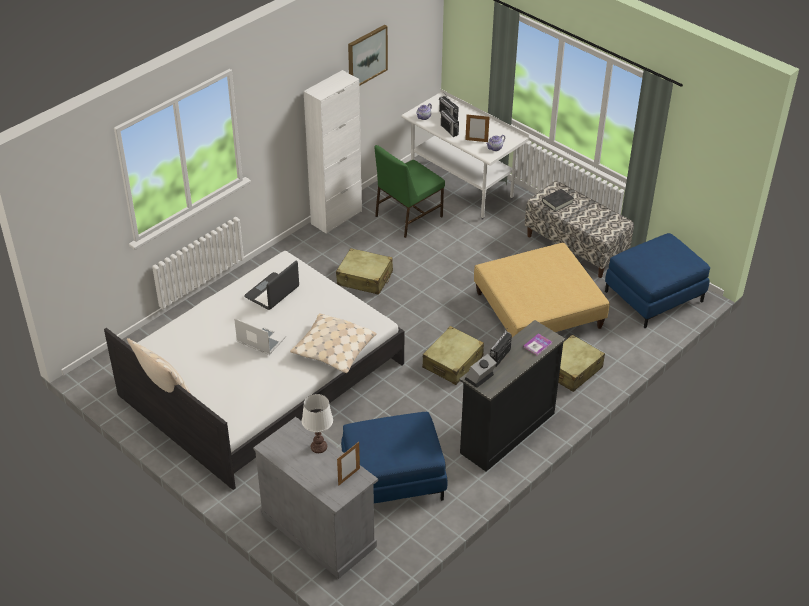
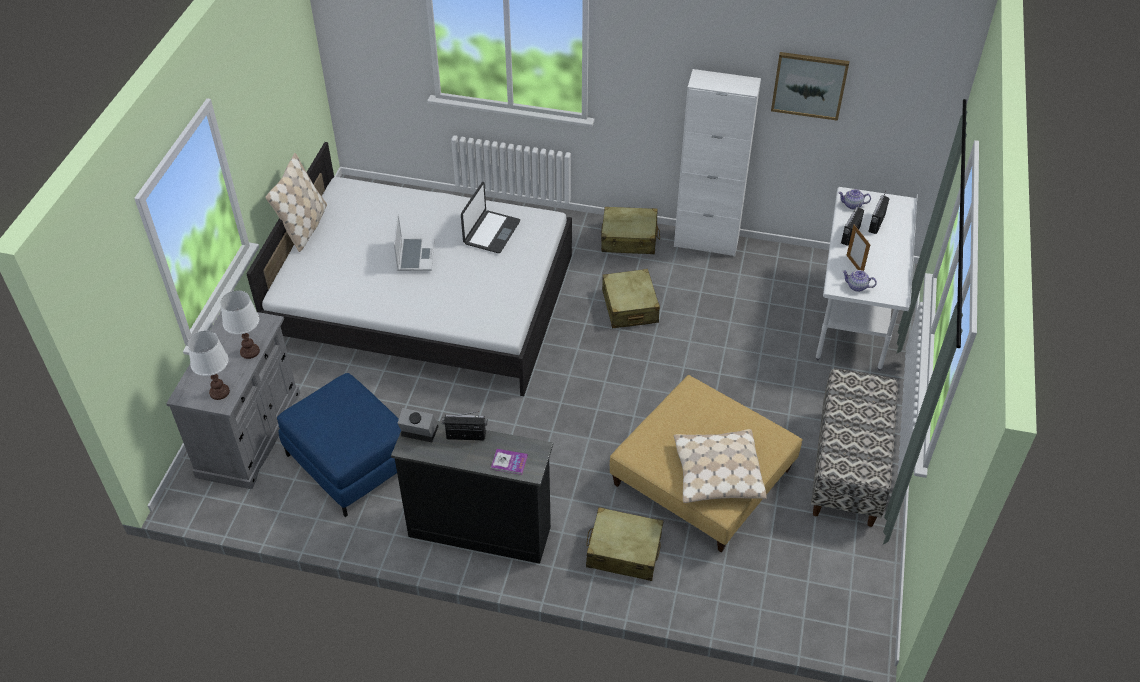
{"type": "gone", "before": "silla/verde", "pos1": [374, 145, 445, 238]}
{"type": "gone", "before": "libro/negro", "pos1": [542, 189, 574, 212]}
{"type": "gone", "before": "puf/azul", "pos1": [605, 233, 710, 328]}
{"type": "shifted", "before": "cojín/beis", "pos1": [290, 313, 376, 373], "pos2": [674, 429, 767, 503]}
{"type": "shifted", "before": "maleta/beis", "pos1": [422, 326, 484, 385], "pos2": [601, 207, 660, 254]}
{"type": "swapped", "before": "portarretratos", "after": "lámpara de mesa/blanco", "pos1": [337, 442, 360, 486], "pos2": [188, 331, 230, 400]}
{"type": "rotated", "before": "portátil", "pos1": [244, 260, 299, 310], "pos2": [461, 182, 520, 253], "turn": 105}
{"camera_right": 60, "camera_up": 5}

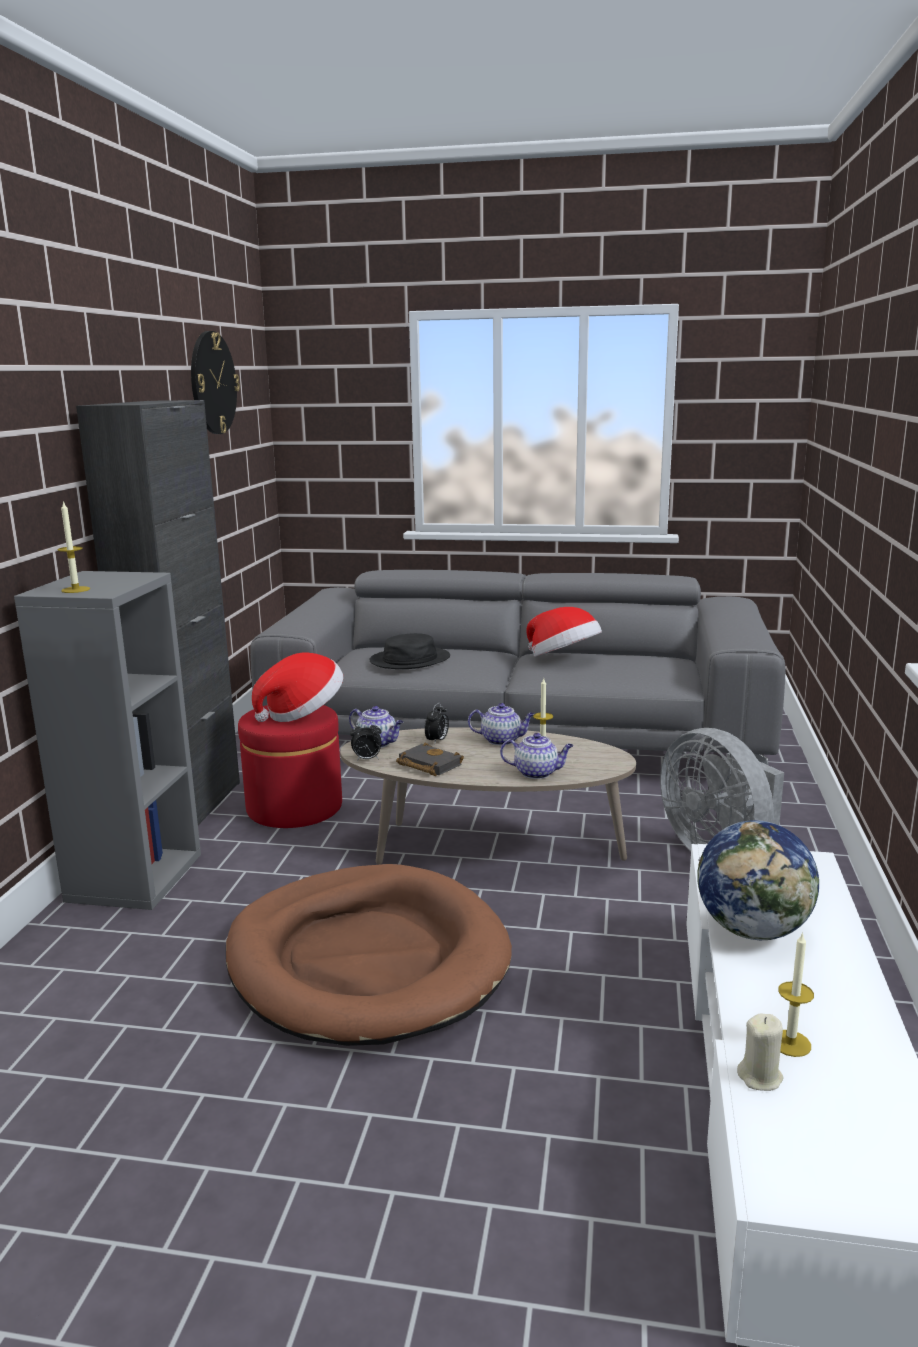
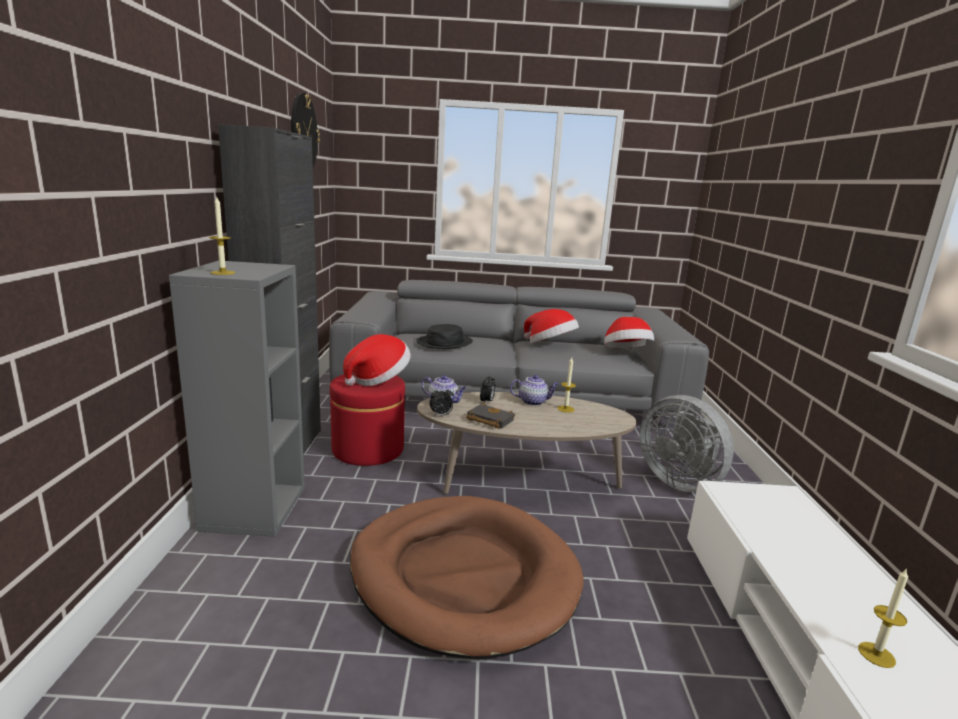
{"type": "gone", "before": "tetera", "pos1": [500, 733, 574, 779]}
{"type": "gone", "before": "globo terráqueo", "pos1": [697, 820, 819, 940]}
{"type": "gone", "before": "vela/beis", "pos1": [737, 1013, 783, 1091]}
{"type": "new", "after": "sombrero", "pos2": [604, 317, 654, 348]}
{"camera_right": -10, "camera_up": 0}

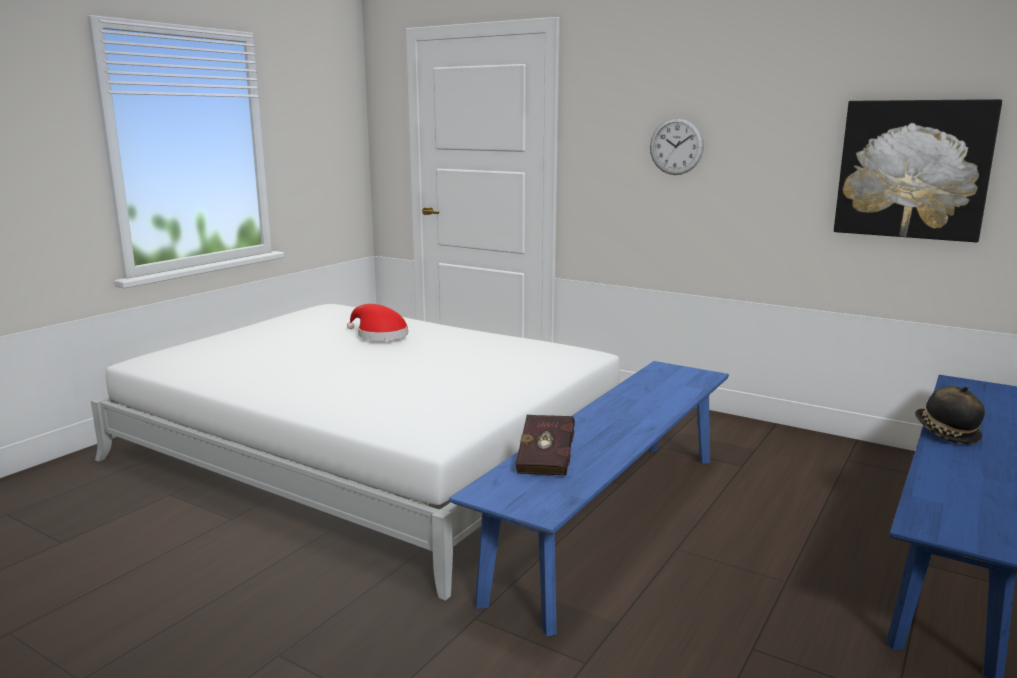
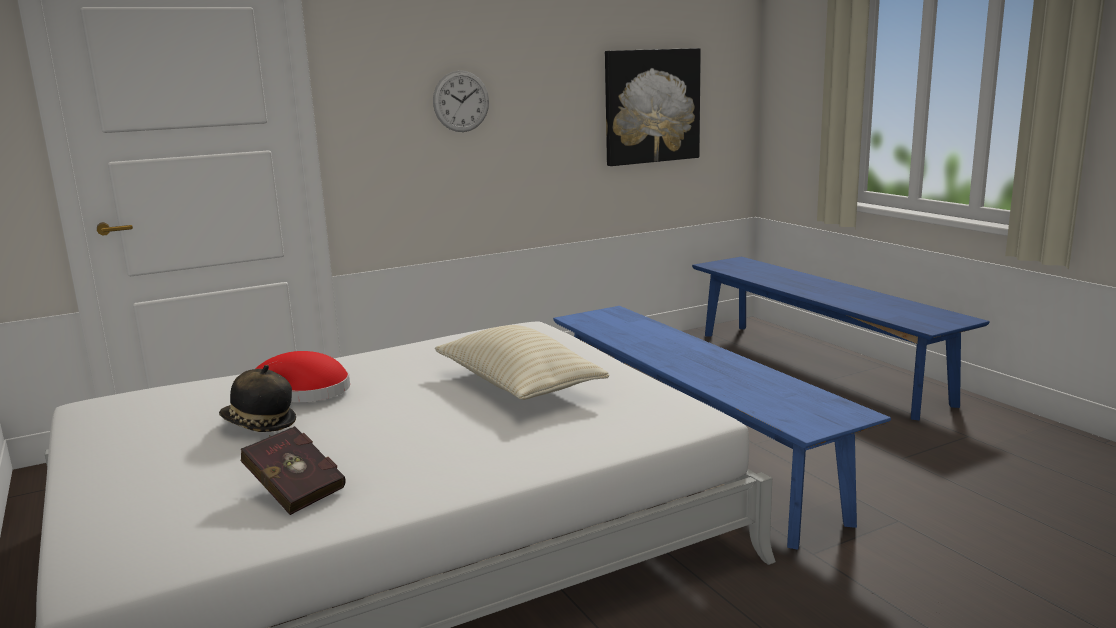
{"type": "new", "after": "cojín/beis", "pos2": [435, 325, 609, 400]}
{"type": "shifted", "before": "libro/rojo", "pos1": [515, 415, 575, 475], "pos2": [241, 426, 346, 515]}
{"type": "shifted", "before": "sombrero", "pos1": [915, 386, 985, 444], "pos2": [219, 365, 296, 432]}
{"camera_right": -60, "camera_up": 0}

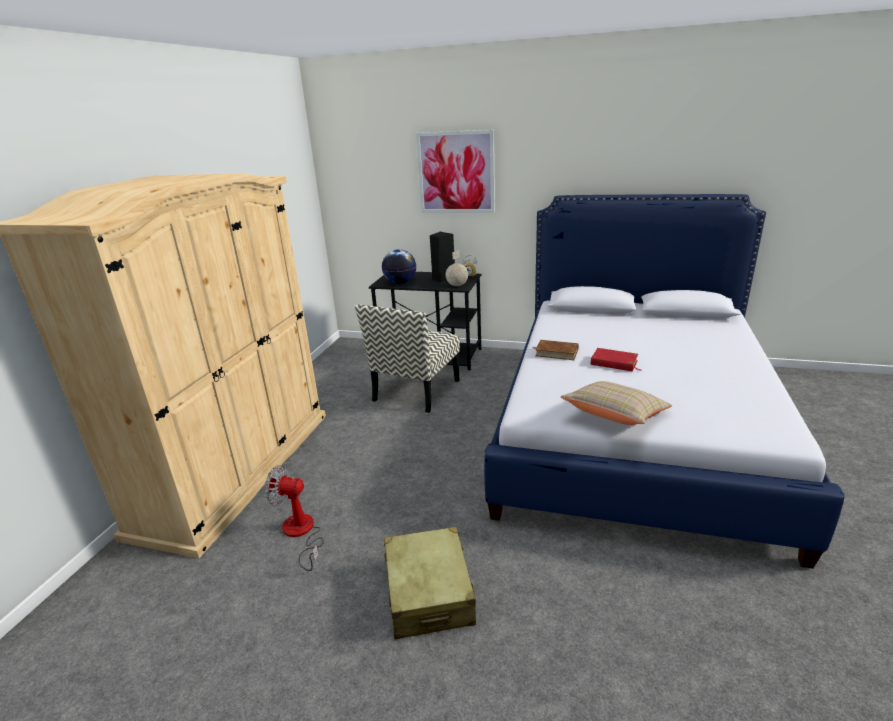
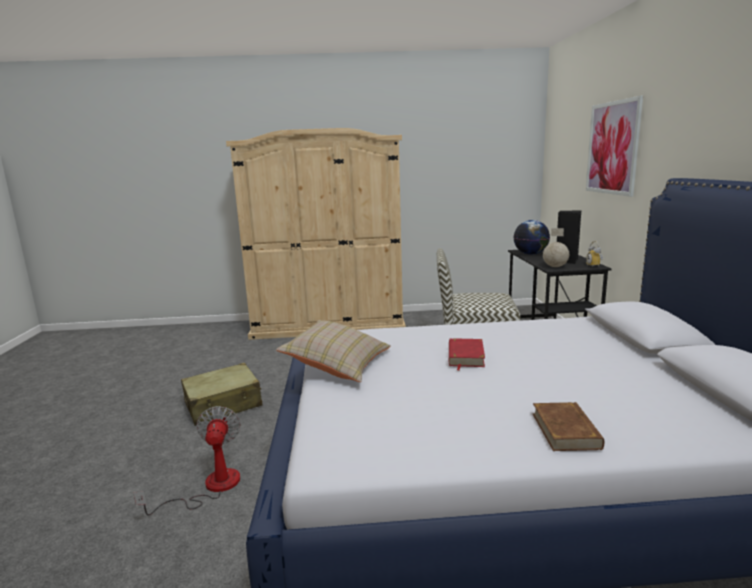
{"type": "shifted", "before": "ventilador", "pos1": [265, 465, 324, 571], "pos2": [133, 406, 241, 516]}
{"type": "shifted", "before": "libro/marrón", "pos1": [533, 340, 579, 360], "pos2": [533, 402, 604, 451]}
{"camera_right": 70, "camera_up": -10}

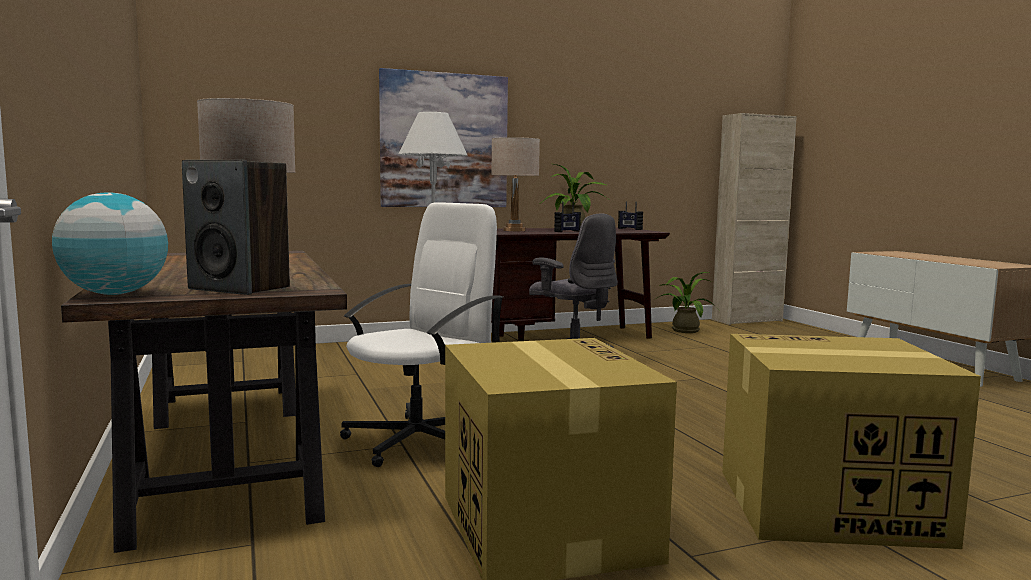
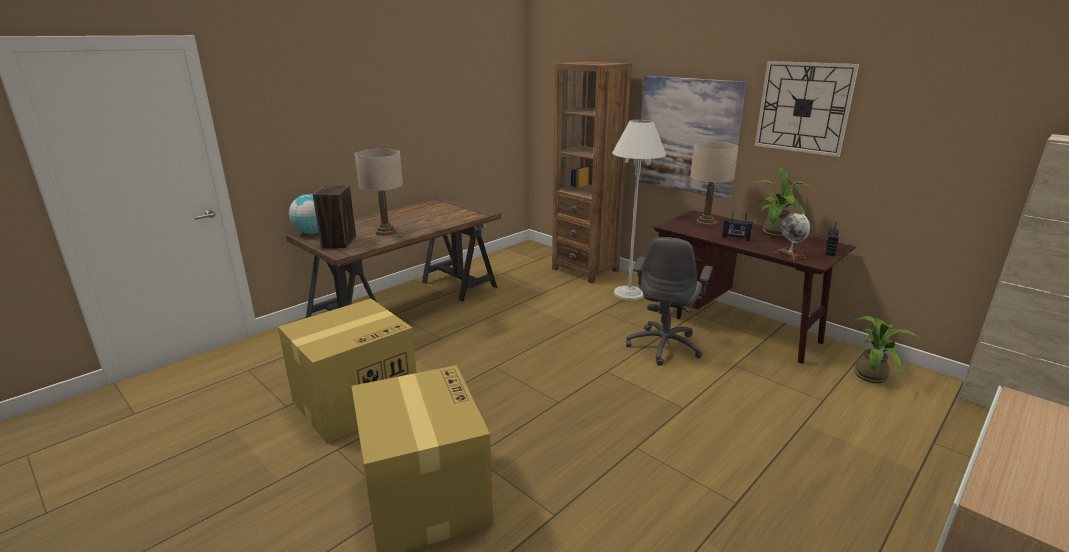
{"type": "gone", "before": "silla de oficina/blanco", "pos1": [340, 202, 503, 467]}
{"type": "new", "after": "estantería/marrón", "pos2": [552, 61, 632, 283]}
{"type": "new", "after": "reloj de pared", "pos2": [755, 61, 859, 157]}
{"type": "new", "after": "globo terráqueo", "pos2": [774, 214, 810, 261]}
{"camera_right": 65, "camera_up": 15}

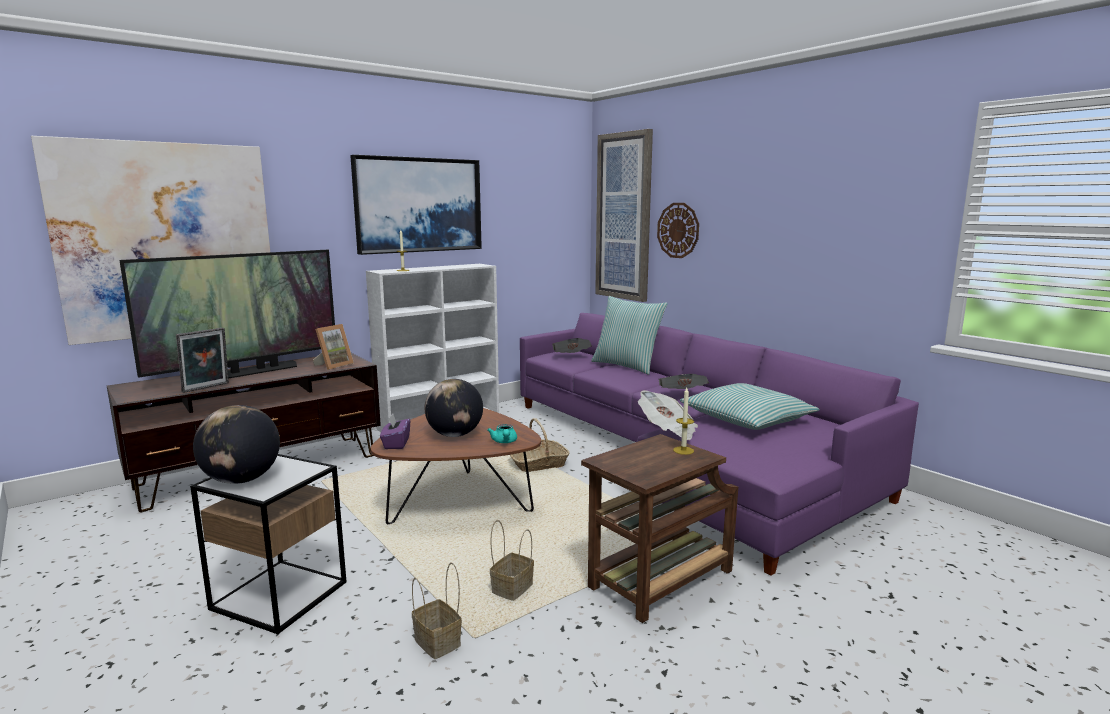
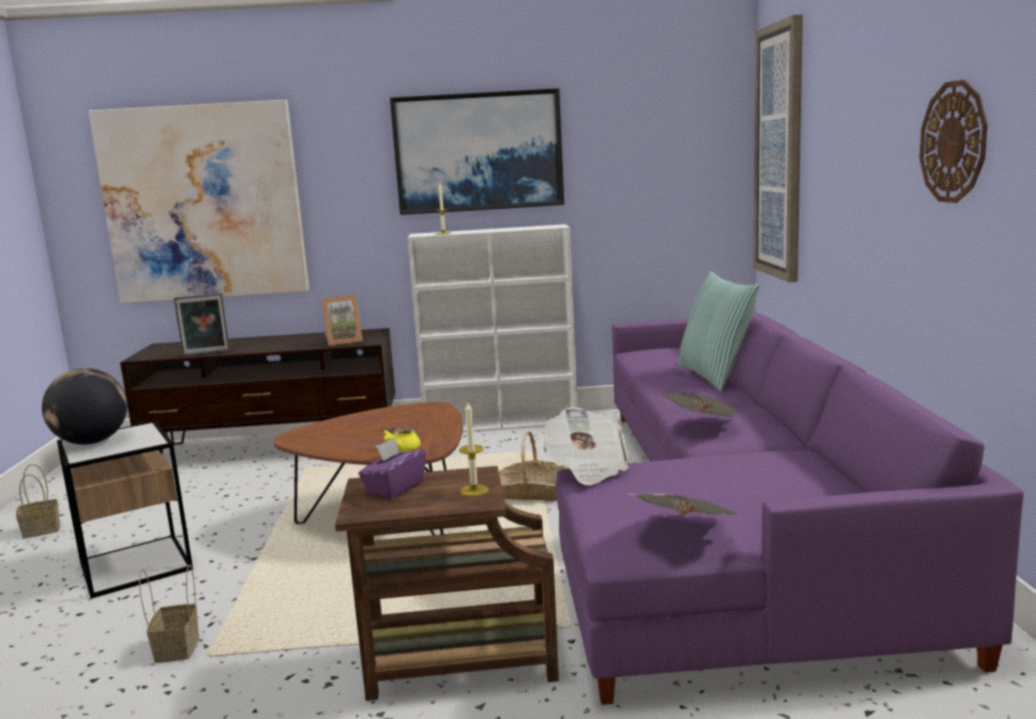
{"type": "gone", "before": "televisor", "pos1": [119, 250, 335, 379]}
{"type": "gone", "before": "globo terráqueo", "pos1": [424, 379, 483, 437]}
{"type": "gone", "before": "cojín", "pos1": [680, 383, 820, 430]}
{"type": "shifted", "before": "caja de pañuelos/morado", "pos1": [380, 414, 410, 449], "pos2": [358, 438, 426, 499]}
{"type": "shifted", "before": "cesta", "pos1": [490, 520, 534, 601], "pos2": [16, 464, 60, 539]}
{"type": "shifted", "before": "periódico", "pos1": [552, 338, 592, 353], "pos2": [629, 494, 737, 516]}
{"type": "shifted", "before": "reloj de pared", "pos1": [657, 203, 699, 258], "pos2": [919, 80, 987, 203]}
{"type": "repainted", "before": "tetera/turquesa", "after": "tetera/amarillo", "pos1": [487, 424, 517, 443], "pos2": [383, 428, 421, 452]}
{"camera_right": 35, "camera_up": 0}

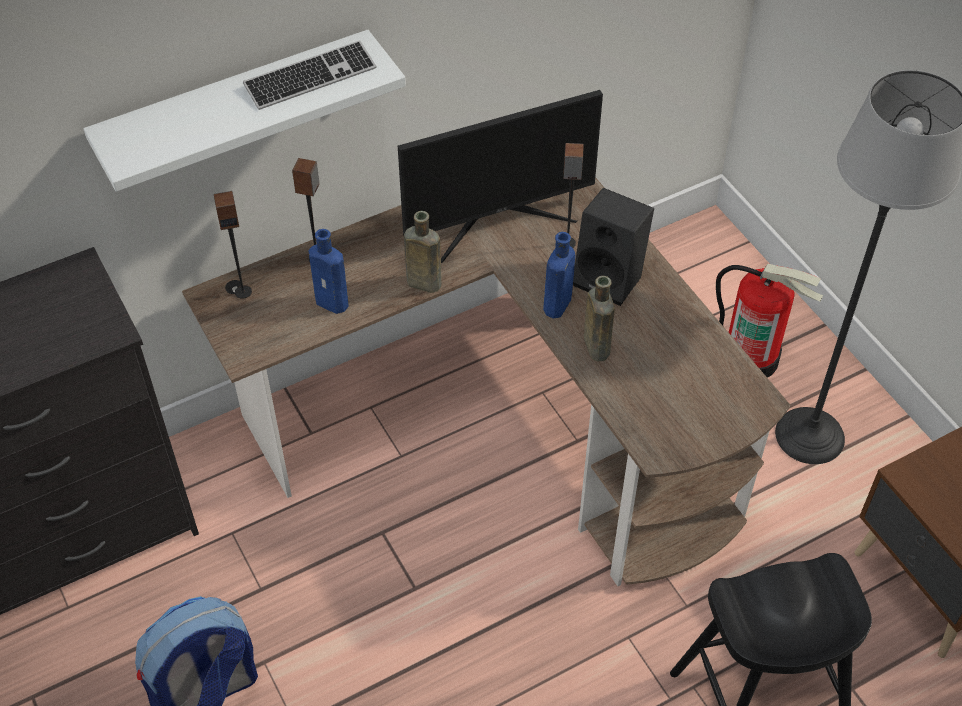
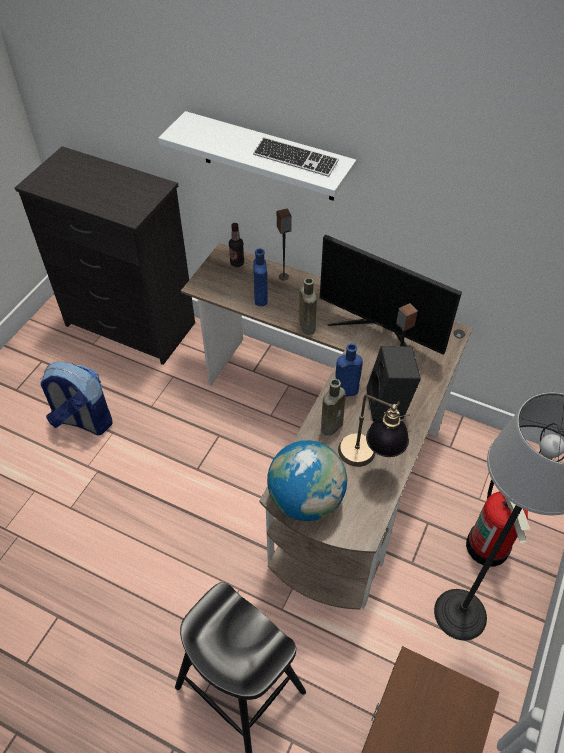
{"type": "new", "after": "globo terráqueo", "pos2": [267, 440, 347, 521]}
{"type": "new", "after": "lámpara de mesa", "pos2": [338, 395, 410, 467]}
{"type": "swapped", "before": "altavoz", "after": "botella", "pos1": [214, 191, 252, 299], "pos2": [229, 223, 244, 267]}
{"camera_right": 55, "camera_up": 0}

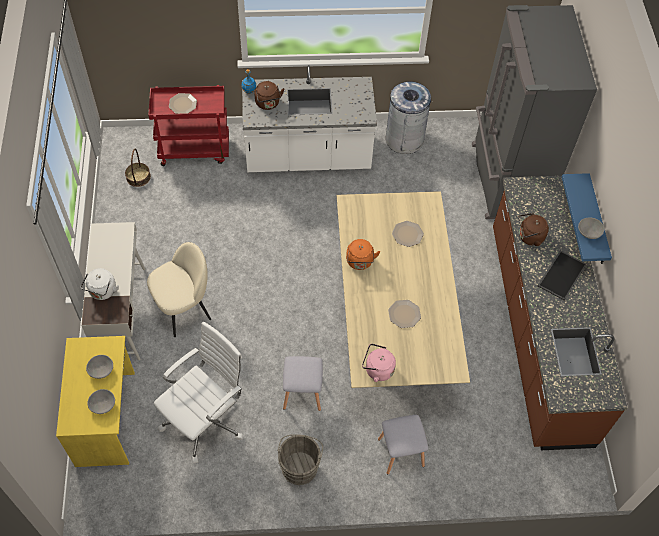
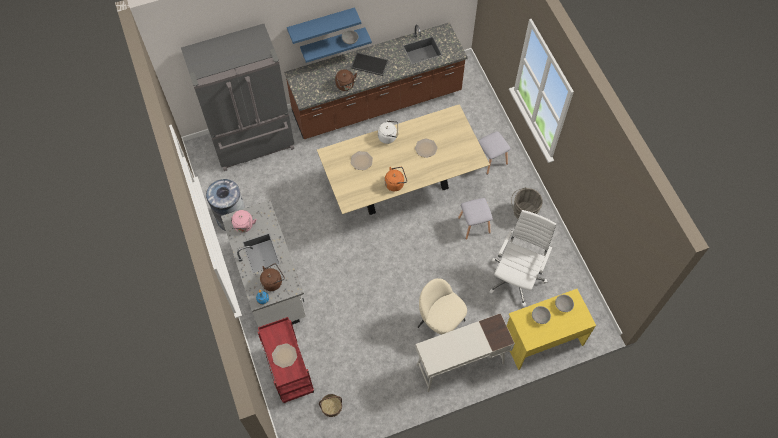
{"type": "new", "after": "estante/azul", "pos2": [287, 7, 361, 44]}
{"type": "shifted", "before": "hervidor/blanco", "pos1": [80, 268, 119, 300], "pos2": [378, 119, 398, 144]}
{"type": "shifted", "before": "hervidor/rosa", "pos1": [362, 344, 396, 382], "pos2": [230, 210, 257, 233]}
{"type": "rotated", "before": "silla de oficina/blanco", "pos1": [154, 322, 243, 463], "pos2": [489, 210, 556, 307], "turn": 90}
{"camera_right": -105, "camera_up": 5}

